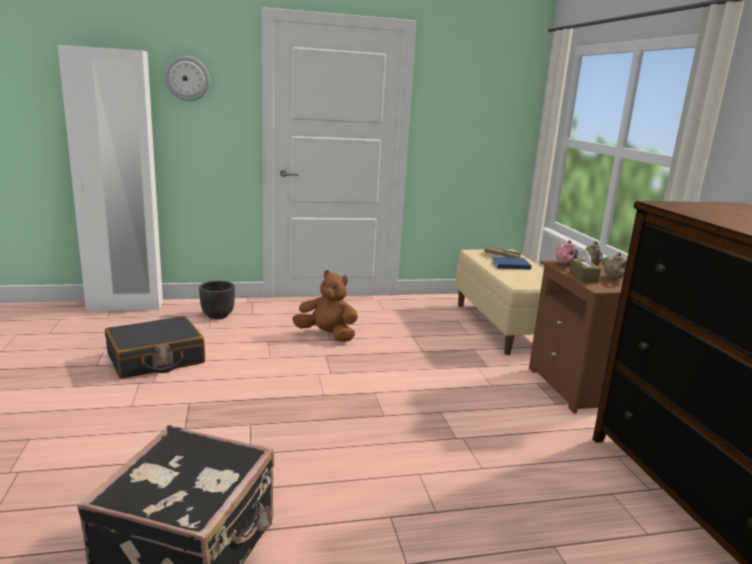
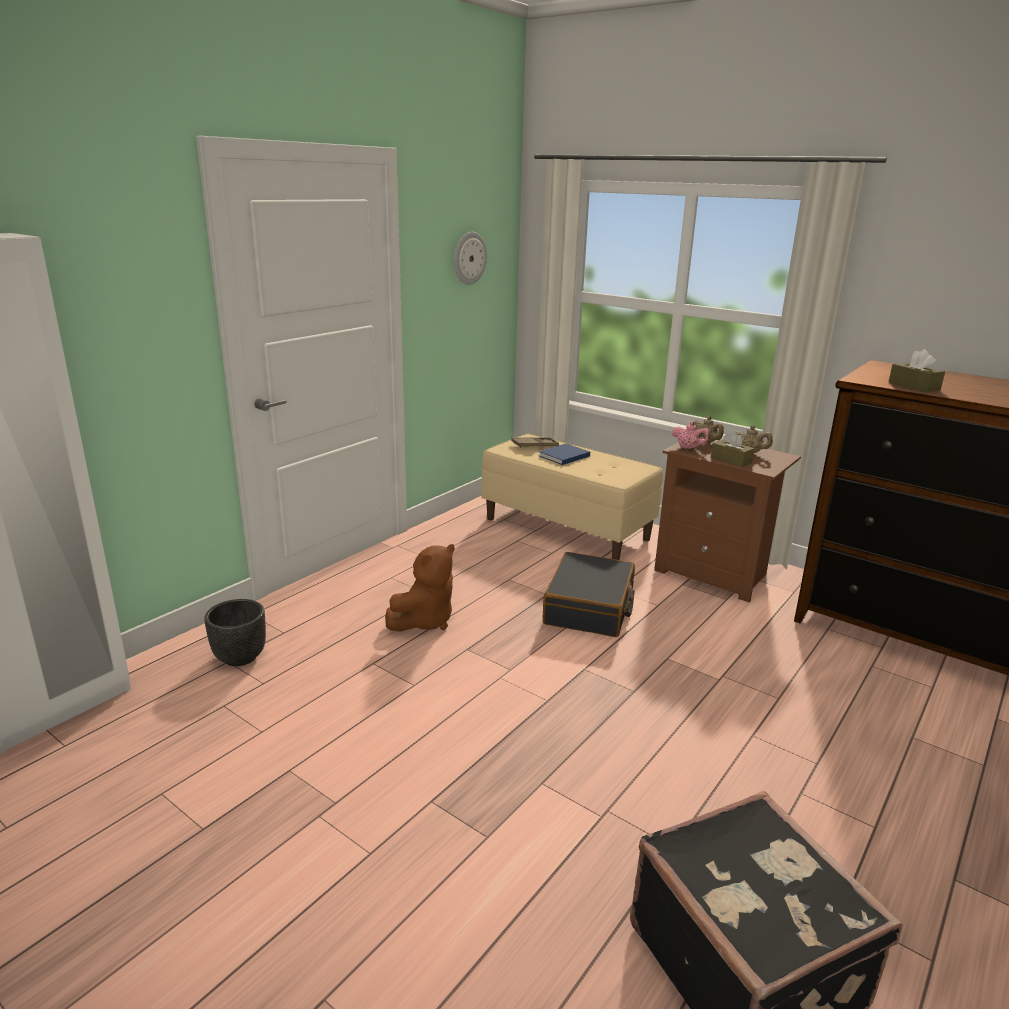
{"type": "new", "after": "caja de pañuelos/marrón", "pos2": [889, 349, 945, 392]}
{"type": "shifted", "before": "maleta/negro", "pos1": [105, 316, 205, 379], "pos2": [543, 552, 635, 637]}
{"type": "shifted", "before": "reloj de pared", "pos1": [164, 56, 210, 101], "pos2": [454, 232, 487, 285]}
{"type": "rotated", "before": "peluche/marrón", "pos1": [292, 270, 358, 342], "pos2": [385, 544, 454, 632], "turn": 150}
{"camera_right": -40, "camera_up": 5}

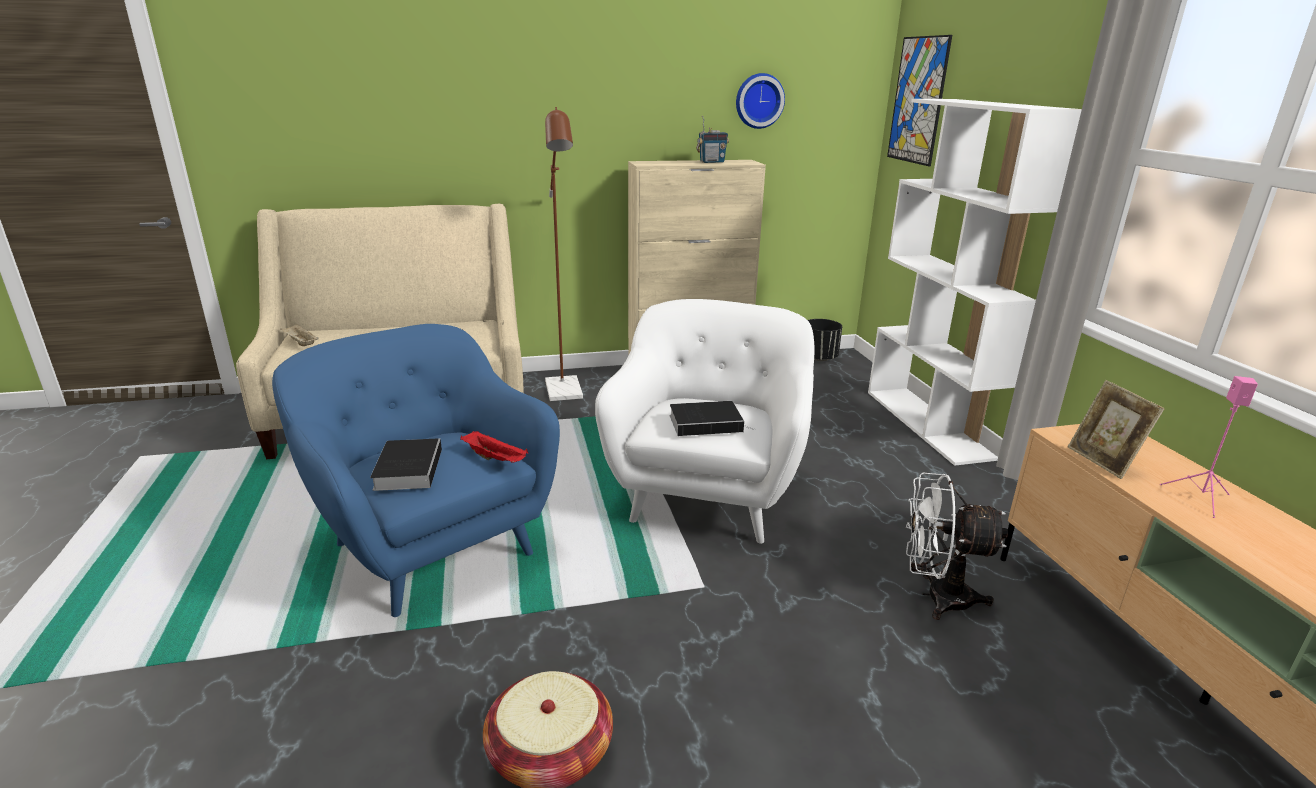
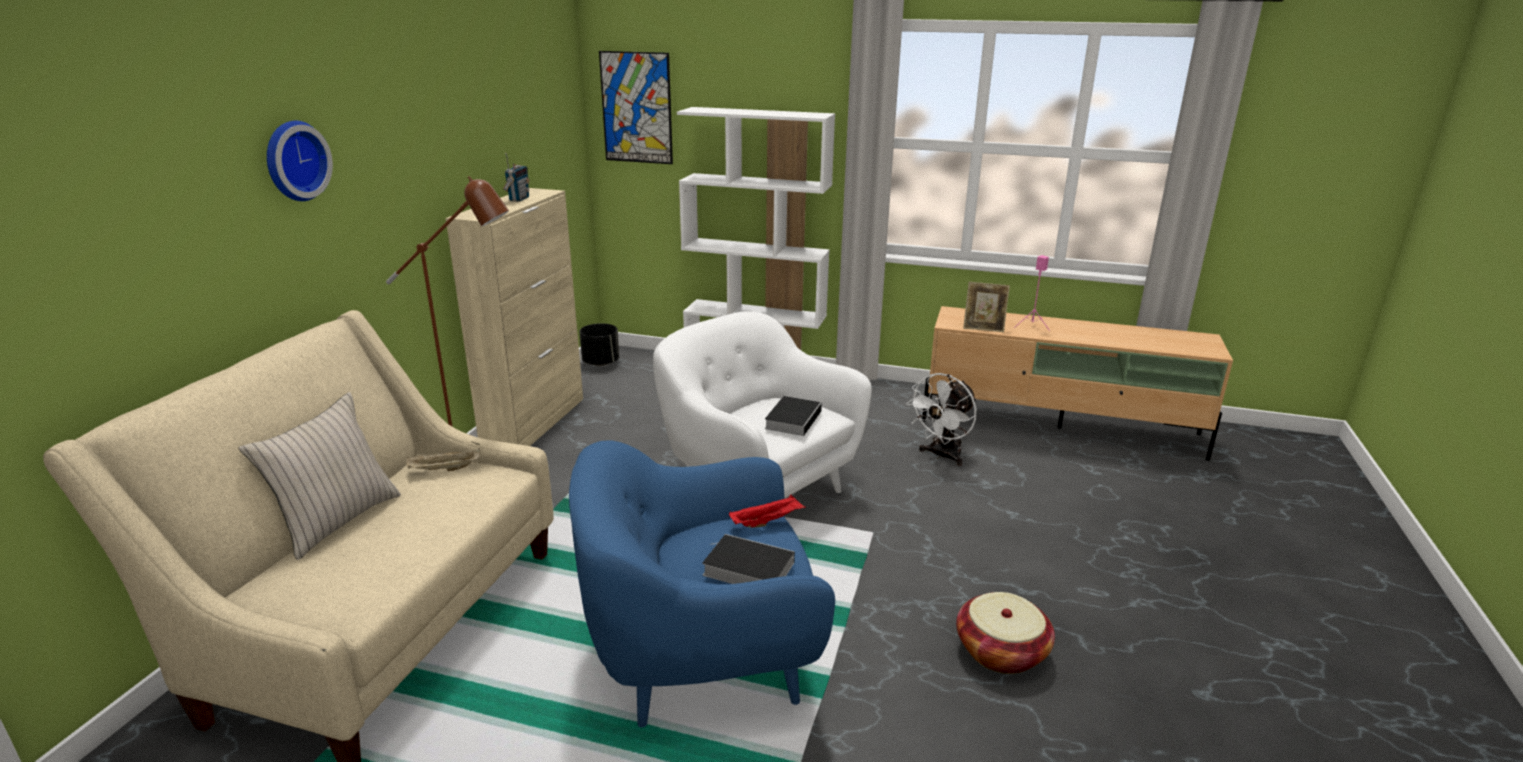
{"type": "new", "after": "cojín/beis", "pos2": [239, 392, 401, 560]}
{"type": "shifted", "before": "bandeja/beis", "pos1": [280, 324, 319, 346], "pos2": [406, 448, 480, 471]}
{"type": "shifted", "before": "reloj de pared", "pos1": [736, 73, 785, 129], "pos2": [267, 121, 333, 201]}
{"camera_right": -60, "camera_up": 0}

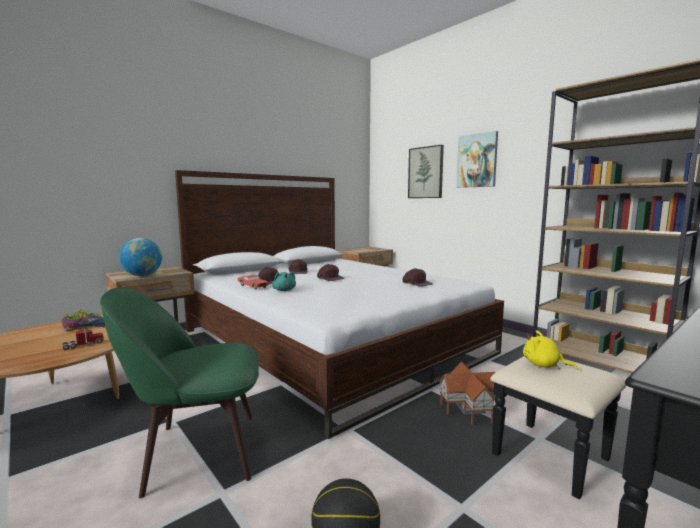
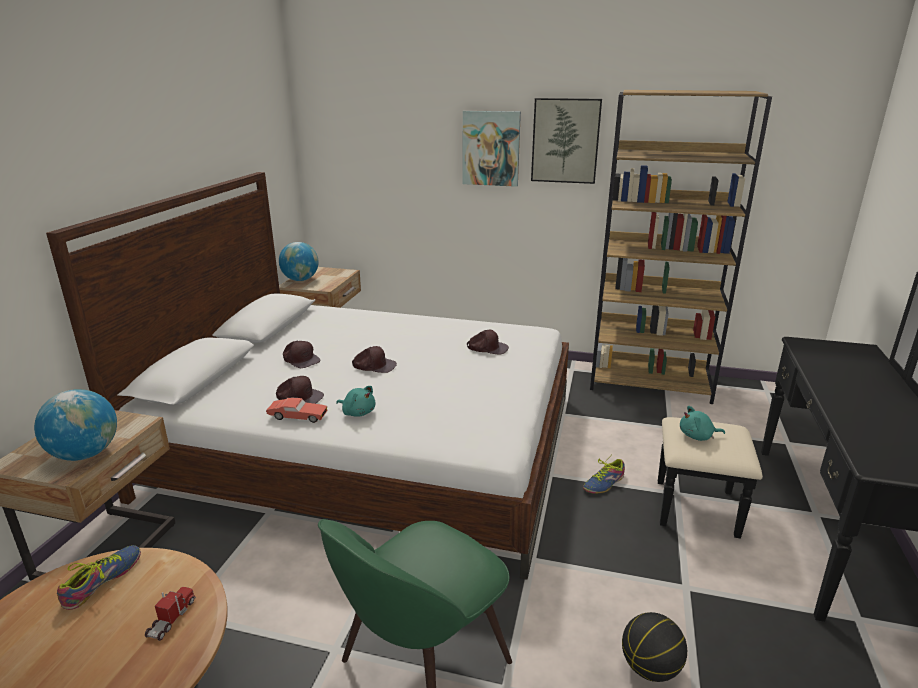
{"type": "new", "after": "globo terráqueo", "pos2": [279, 242, 319, 281]}
{"type": "shifted", "before": "cuadro", "pos1": [408, 145, 444, 198], "pos2": [531, 98, 602, 184]}
{"type": "swapped", "before": "casita", "after": "zapato", "pos1": [439, 361, 496, 424], "pos2": [583, 457, 625, 494]}
{"type": "repainted", "before": "peluche/amarillo", "after": "peluche/turquesa", "pos1": [523, 330, 578, 370], "pos2": [680, 406, 725, 441]}
{"camera_right": -35, "camera_up": 15}

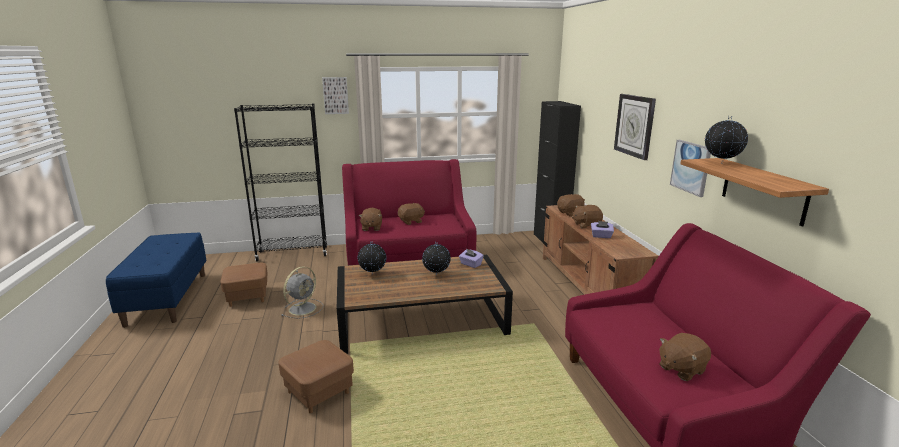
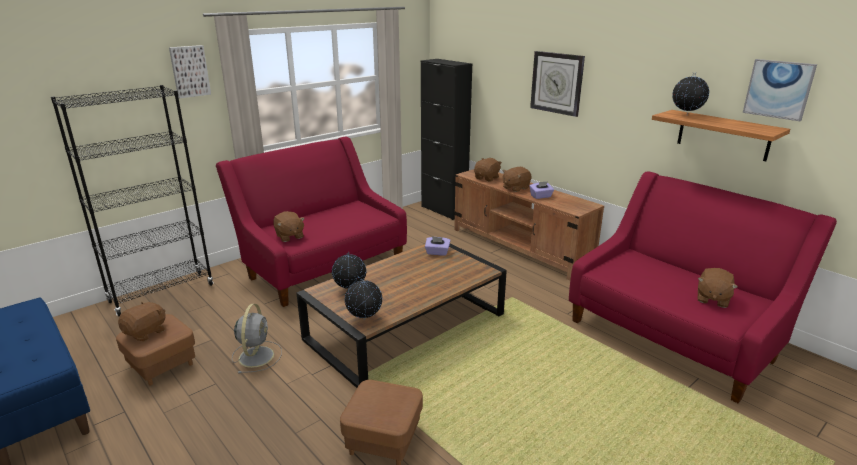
{"type": "shifted", "before": "peluche/marrón", "pos1": [398, 203, 425, 225], "pos2": [118, 301, 166, 341]}
{"type": "shifted", "before": "globo terráqueo", "pos1": [422, 242, 451, 274], "pos2": [345, 278, 382, 320]}
{"type": "shifted", "before": "cuadro", "pos1": [670, 140, 711, 197], "pos2": [743, 59, 817, 121]}
{"camera_right": -30, "camera_up": 5}

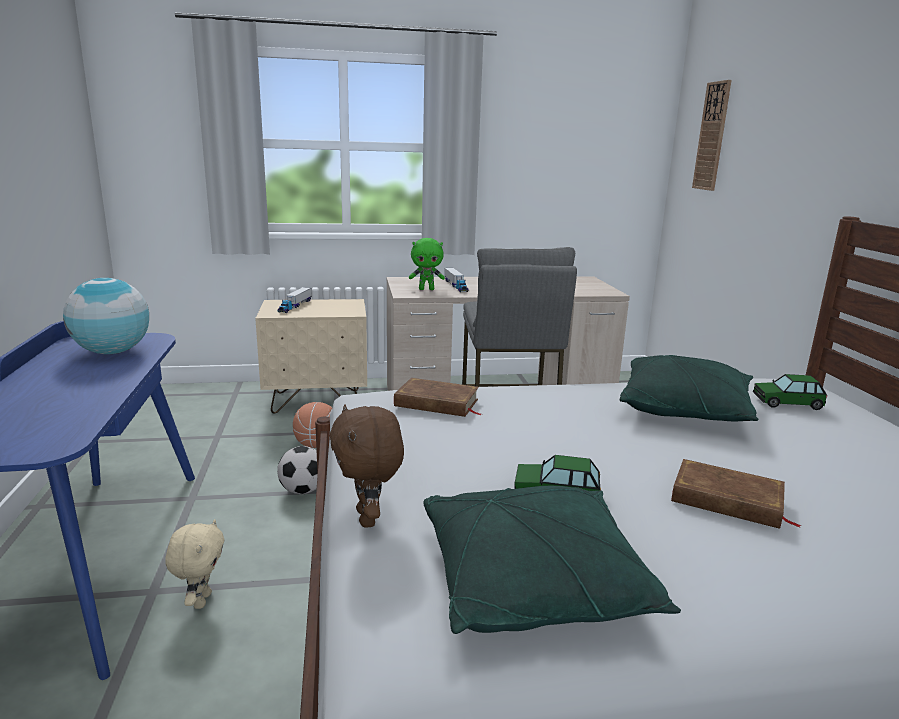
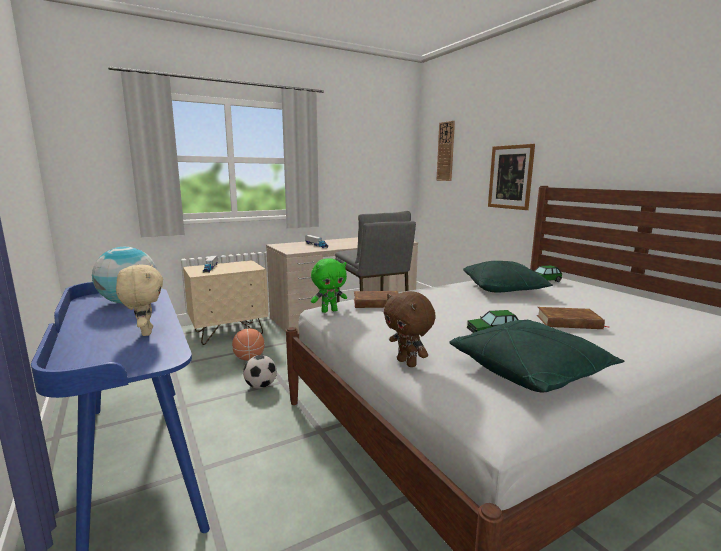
{"type": "new", "after": "cuadro", "pos2": [488, 144, 535, 210]}
{"type": "shifted", "before": "peluche/beis", "pos1": [165, 519, 224, 609], "pos2": [116, 265, 163, 336]}
{"type": "shifted", "before": "peluche/verde", "pos1": [409, 238, 445, 290], "pos2": [311, 258, 347, 313]}
{"camera_right": -20, "camera_up": -5}

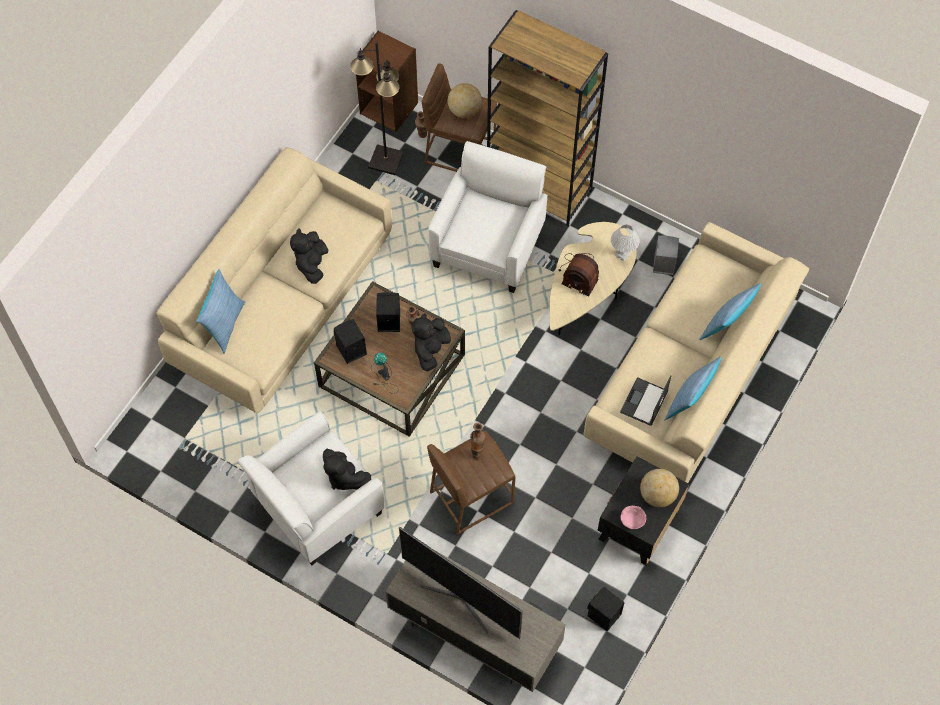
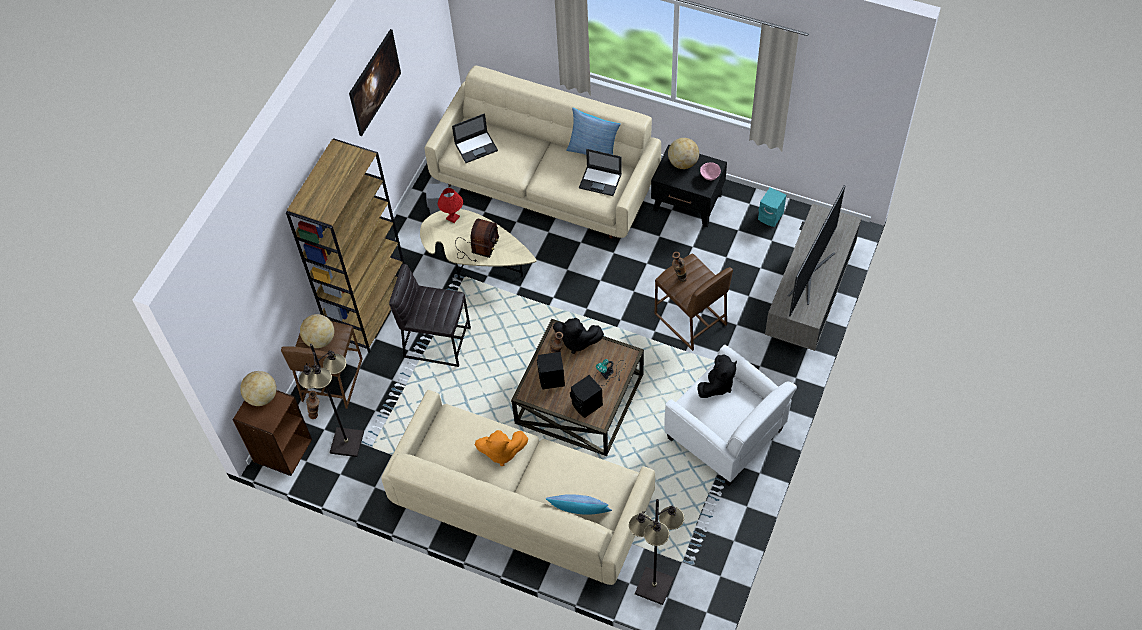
{"type": "gone", "before": "cojín", "pos1": [699, 283, 761, 340]}
{"type": "new", "after": "globo terráqueo", "pos2": [240, 371, 277, 406]}
{"type": "new", "after": "cuadro", "pos2": [349, 29, 401, 136]}
{"type": "new", "after": "portátil", "pos2": [452, 113, 498, 163]}
{"type": "new", "after": "lámpara de pie/negro", "pos2": [629, 499, 684, 605]}
{"type": "swapped", "before": "sillón/blanco", "after": "taburete/gris", "pos1": [428, 141, 547, 293], "pos2": [389, 264, 471, 367]}
{"type": "repainted", "before": "peluche/negro", "after": "peluche/naranja", "pos1": [290, 228, 328, 284], "pos2": [475, 430, 528, 466]}
{"type": "repainted", "before": "altavoz/negro", "after": "altavoz/turquesa", "pos1": [587, 587, 625, 632], "pos2": [758, 188, 786, 227]}
{"type": "repainted", "before": "lámpara de mesa/blanco", "after": "lámpara de mesa/rojo", "pos1": [611, 225, 640, 262], "pos2": [438, 188, 463, 223]}
{"camera_right": -95, "camera_up": -5}

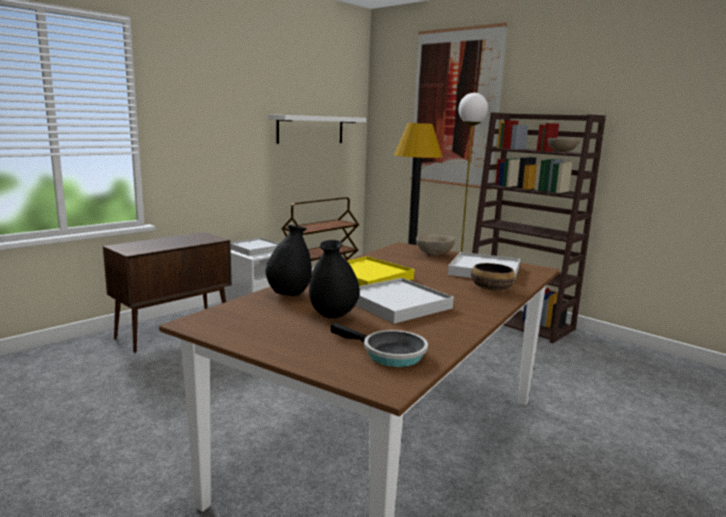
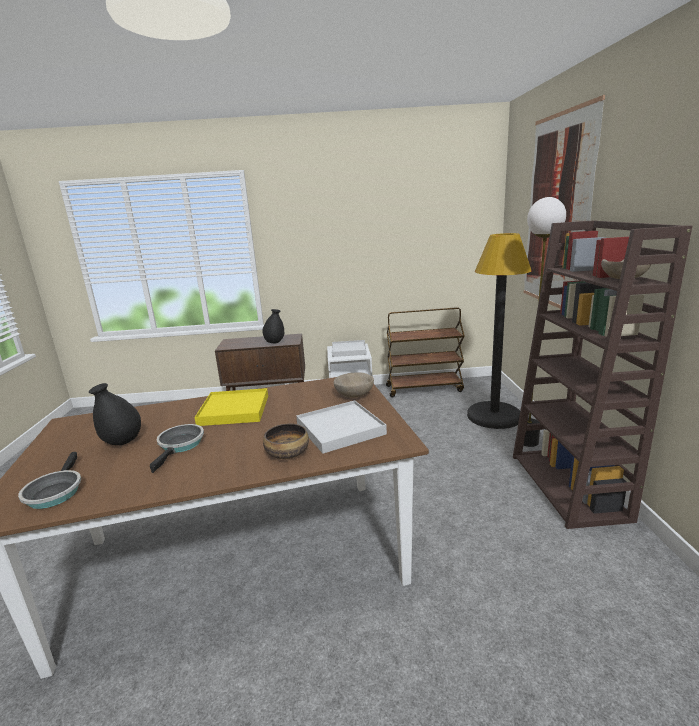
{"type": "gone", "before": "estante/blanco", "pos1": [268, 114, 366, 144]}
{"type": "shifted", "before": "florero/negro", "pos1": [266, 225, 312, 296], "pos2": [262, 309, 284, 343]}
{"type": "swapped", "before": "bandeja/blanco", "after": "sartén", "pos1": [356, 278, 454, 324], "pos2": [150, 424, 204, 473]}
{"camera_right": 45, "camera_up": 5}

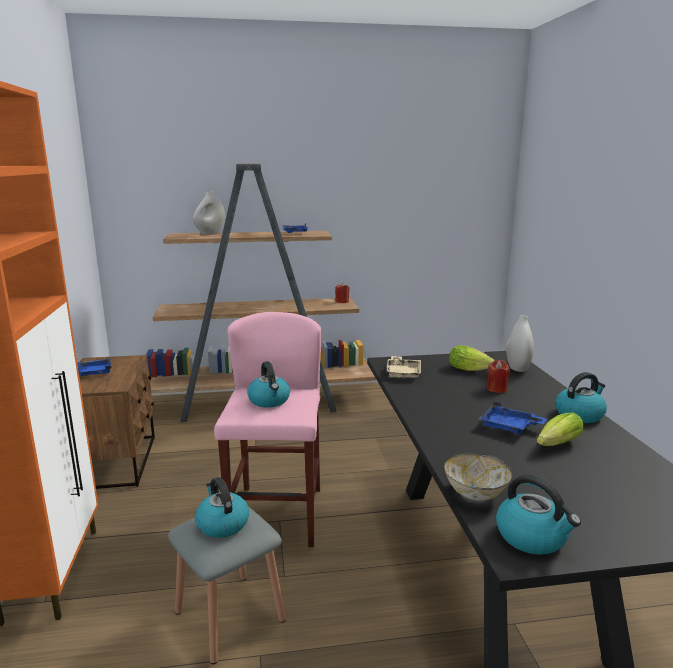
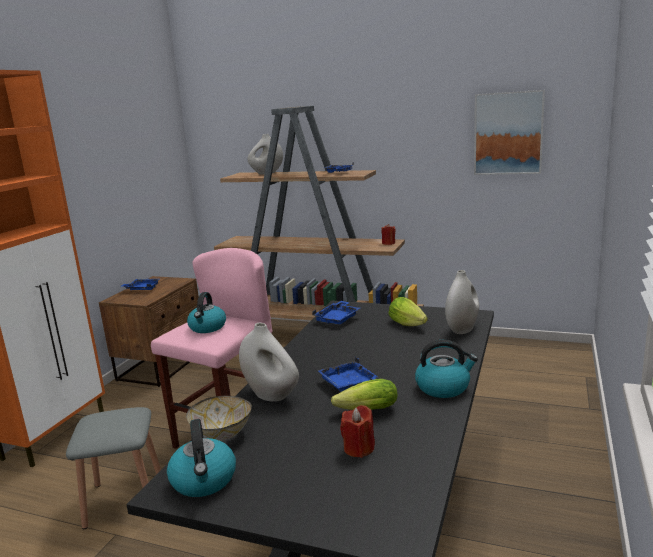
{"type": "gone", "before": "hervidor", "pos1": [195, 477, 249, 538]}
{"type": "new", "after": "florero/blanco", "pos2": [239, 323, 299, 402]}
{"type": "new", "after": "cuadro", "pos2": [474, 90, 545, 175]}
{"type": "shifted", "before": "vela/rojo", "pos1": [487, 360, 510, 393], "pos2": [340, 405, 375, 458]}
{"type": "repainted", "before": "bandeja/beis", "after": "bandeja/azul", "pos1": [386, 356, 421, 379], "pos2": [312, 301, 360, 324]}
{"camera_right": 30, "camera_up": 0}

